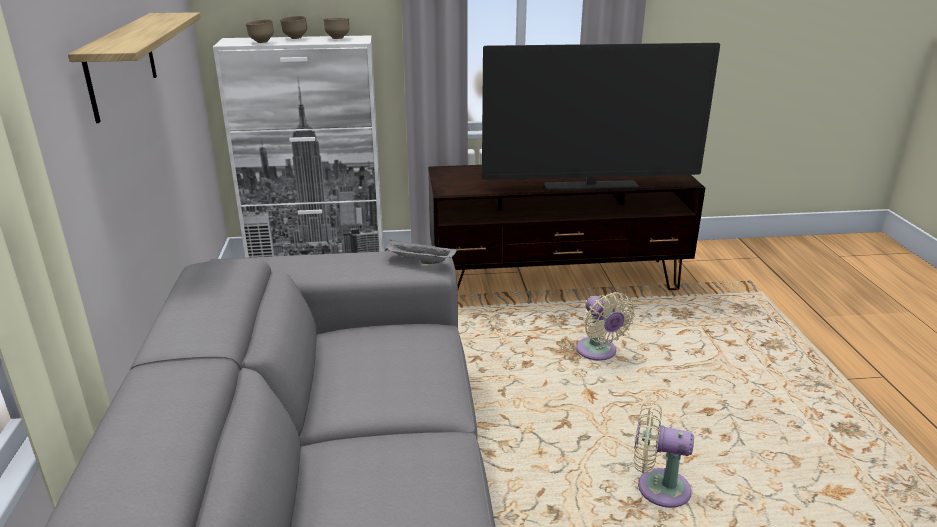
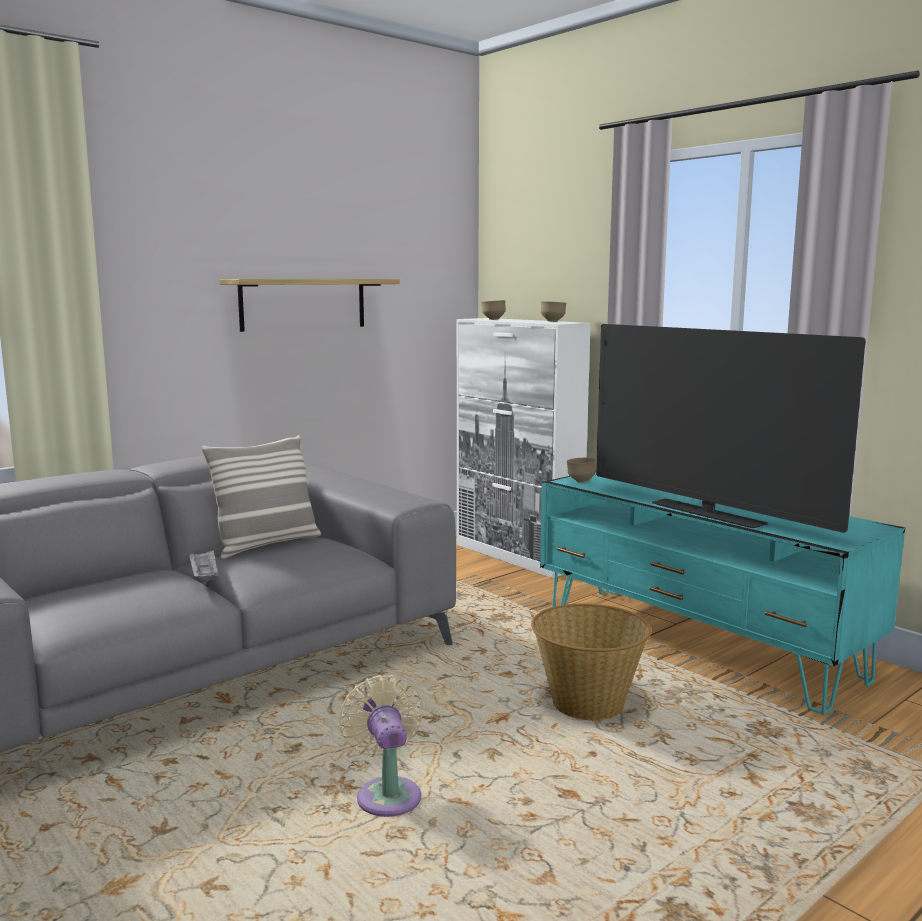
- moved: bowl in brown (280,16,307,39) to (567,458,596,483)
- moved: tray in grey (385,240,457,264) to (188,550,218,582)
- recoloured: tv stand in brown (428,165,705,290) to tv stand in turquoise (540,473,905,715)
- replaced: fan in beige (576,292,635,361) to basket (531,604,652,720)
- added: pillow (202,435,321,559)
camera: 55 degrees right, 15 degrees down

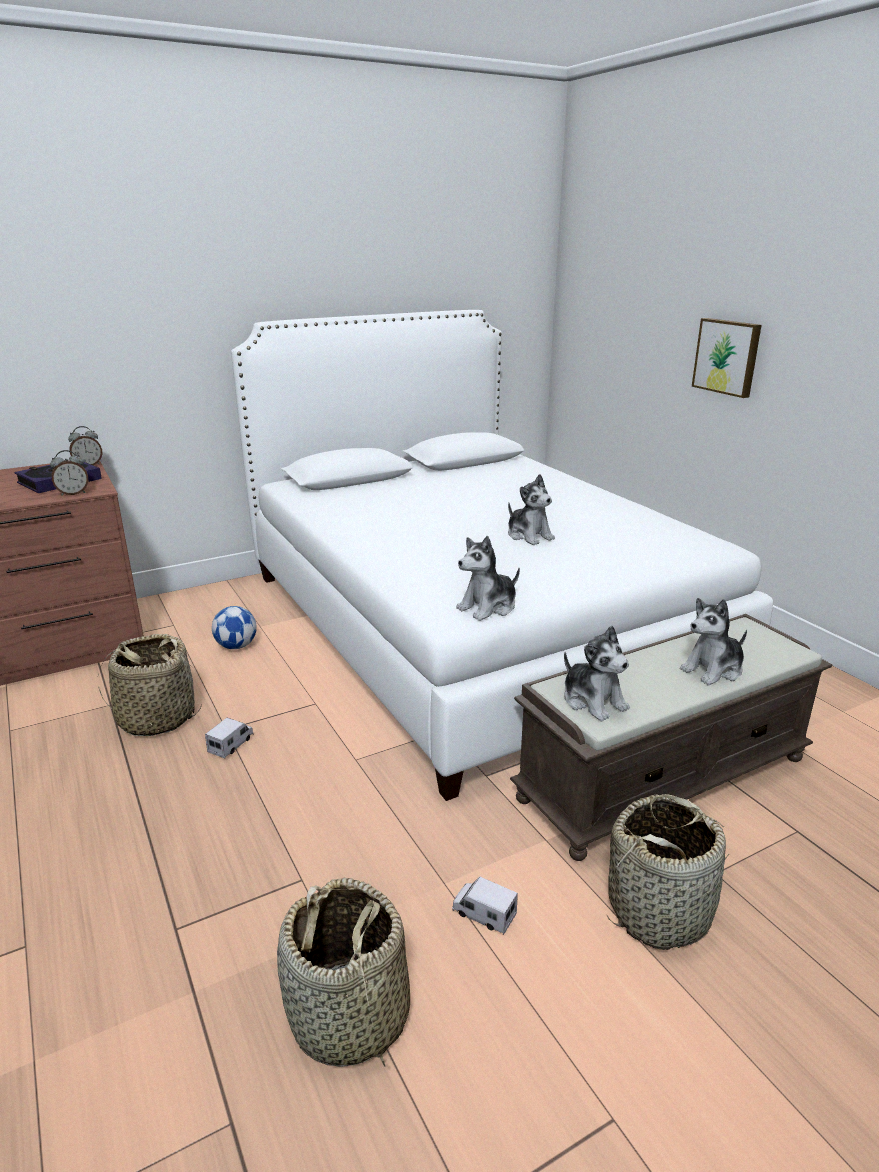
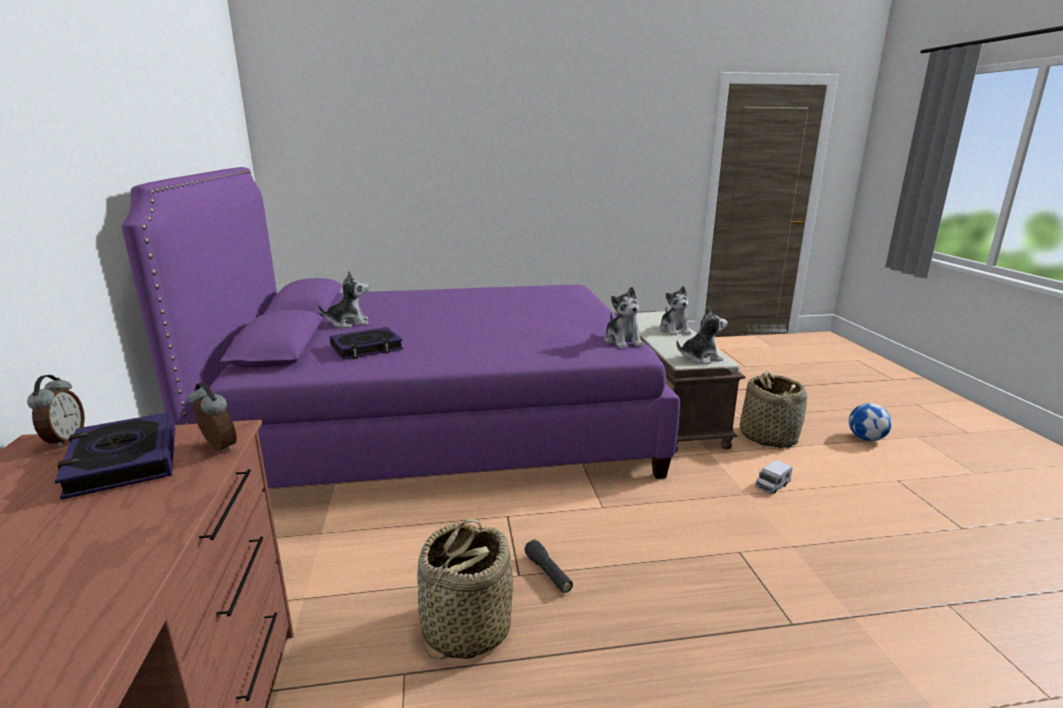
- turned: alarm clock (50,450,88,496) = (188,382,237,452) 45 degrees counterclockwise
- replaced: toy truck (205,718,253,758) to flashlight in black (524,540,573,593)
- moved: football (212,606,257,649) to (849,403,892,441)
- recoloured: bed in white (231,310,773,801) to bed in purple (122,167,680,488)
- removed: basket (277,878,410,1067)
- moved: plush toy (508,474,555,545) to (318,271,369,328)
- removed: picture (692,318,762,398)
- added: book (330,327,403,360)
camera: 70 degrees left, 5 degrees down

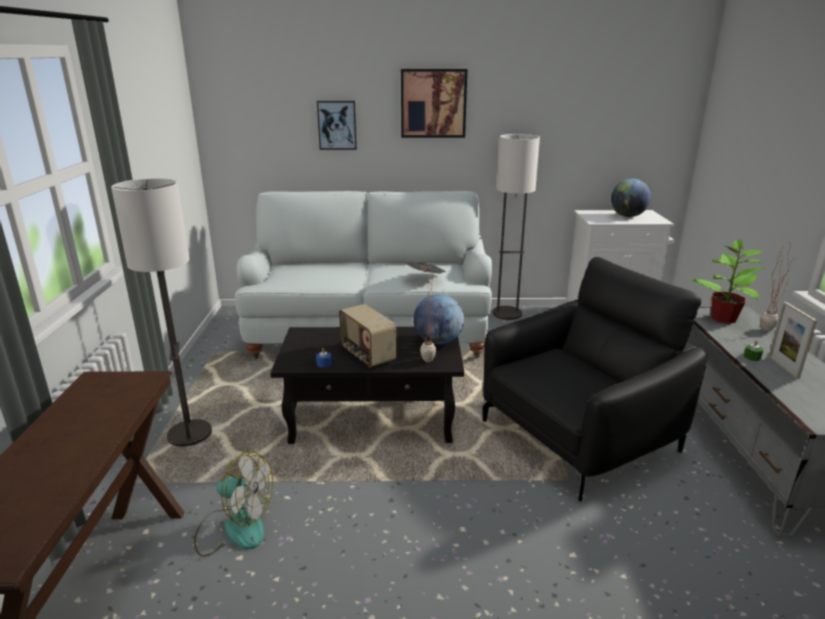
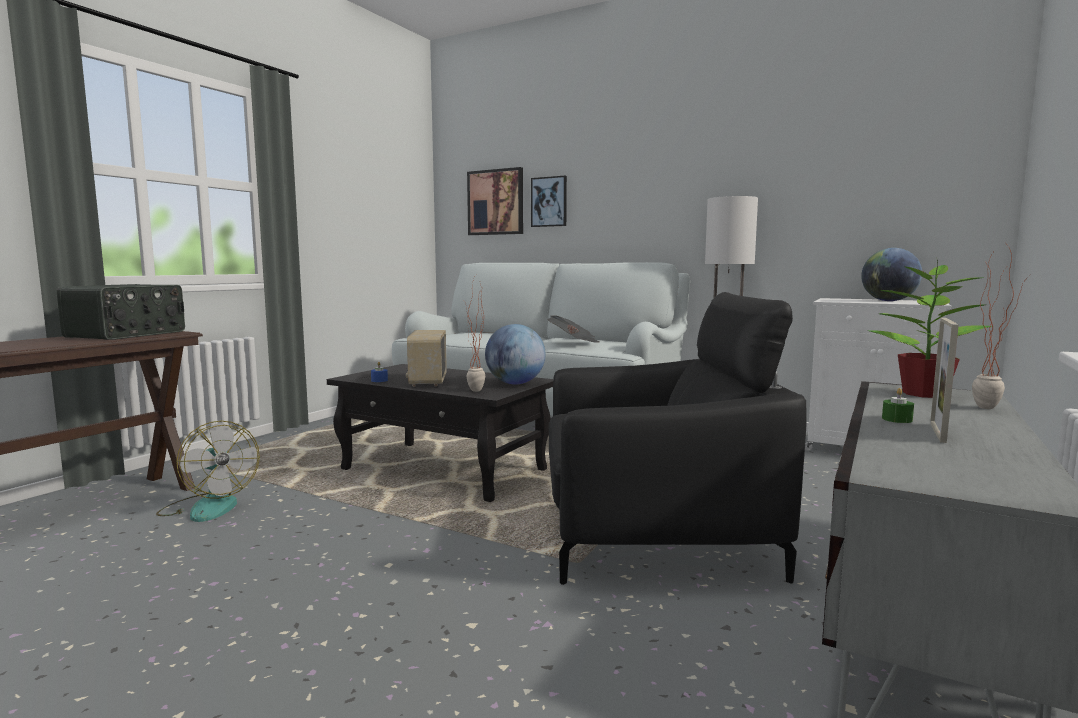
- removed: floor lamp (111,178,212,447)
- moved: picture (401,69,467,138) to (467,167,523,235)
- added: radio (57,284,185,340)
camera: 30 degrees right, 15 degrees down

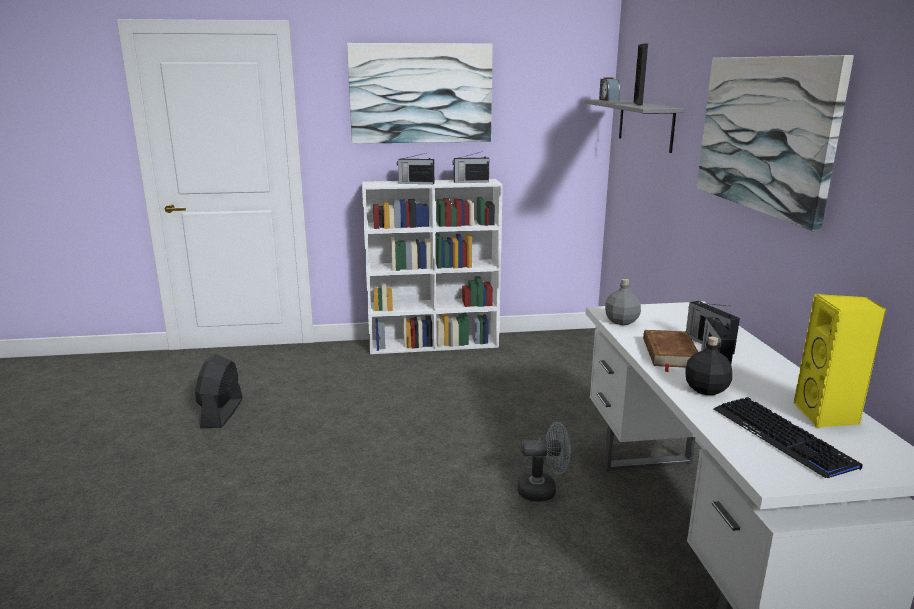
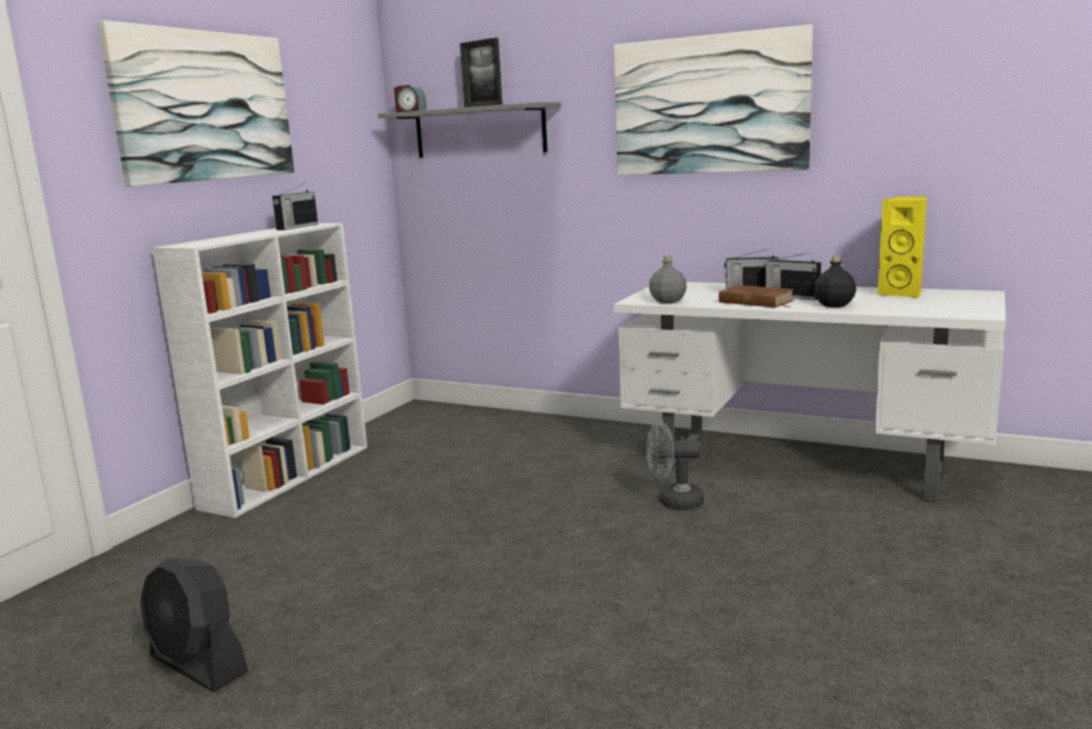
- removed: radio (397,152,434,184)
- turned: fan in grey (517,422,571,502) = (646,421,704,510) 120 degrees counterclockwise
- removed: keyboard (714,397,863,478)
camera: 55 degrees left, 5 degrees down

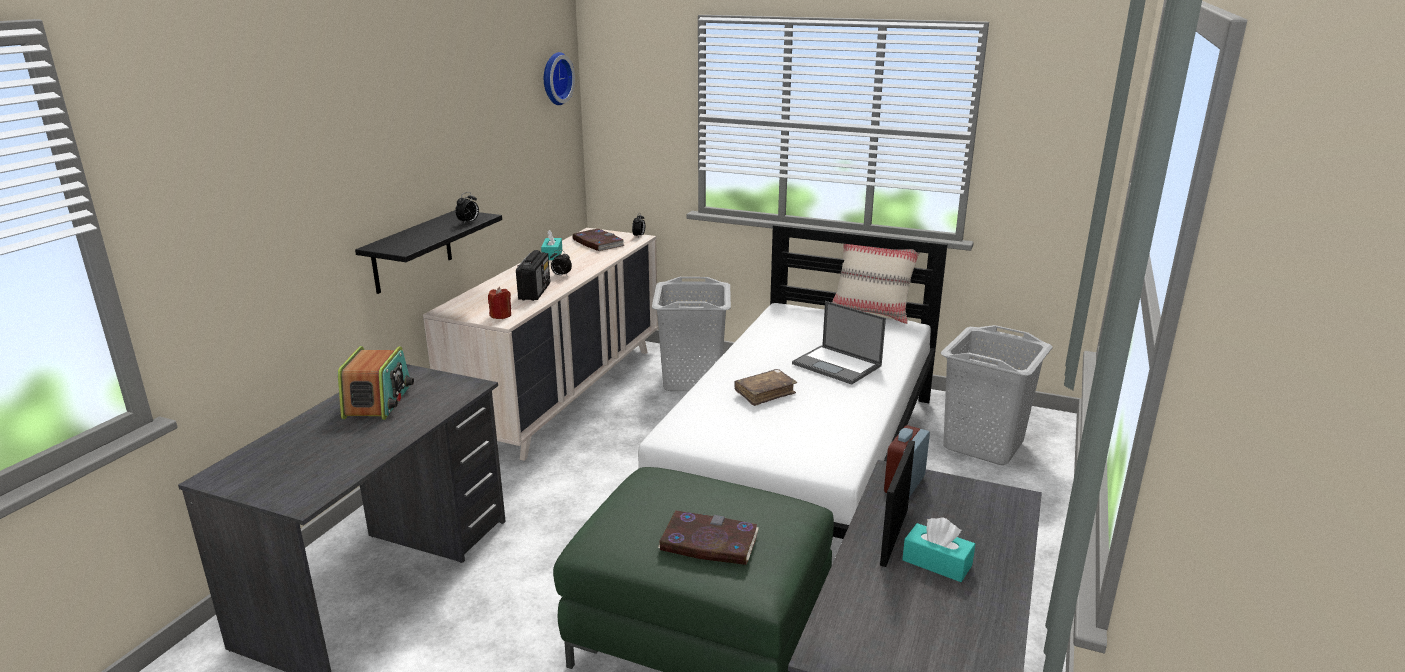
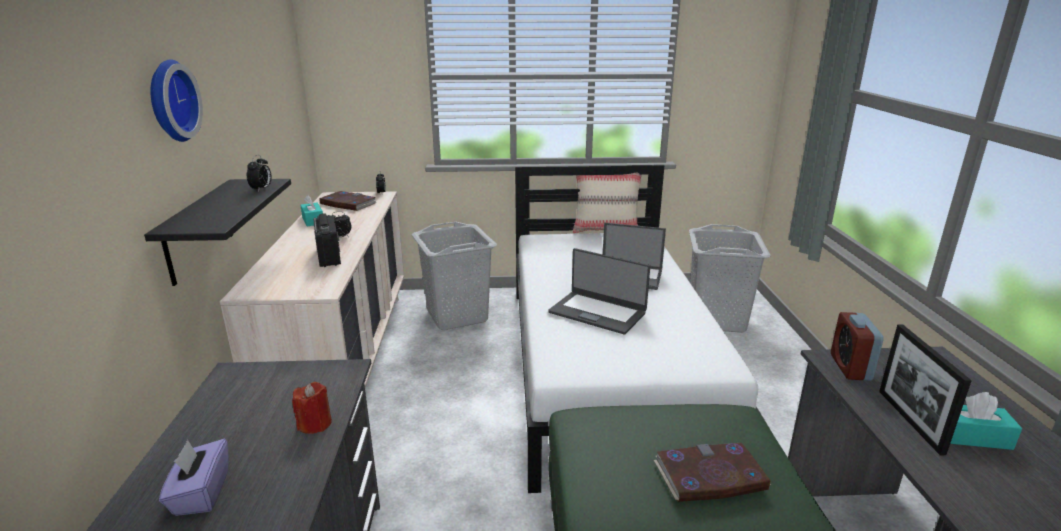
- removed: radio (338,346,414,420)
- moved: candle in red (488,287,511,319) to (292,382,332,434)
- moved: wall clock (544,52,575,105) to (150,59,203,142)
- replaced: book in brown (734,369,797,406) to laptop (548,248,650,335)
- added: tissue box in purple (159,439,229,516)
camera: 25 degrees left, 0 degrees up

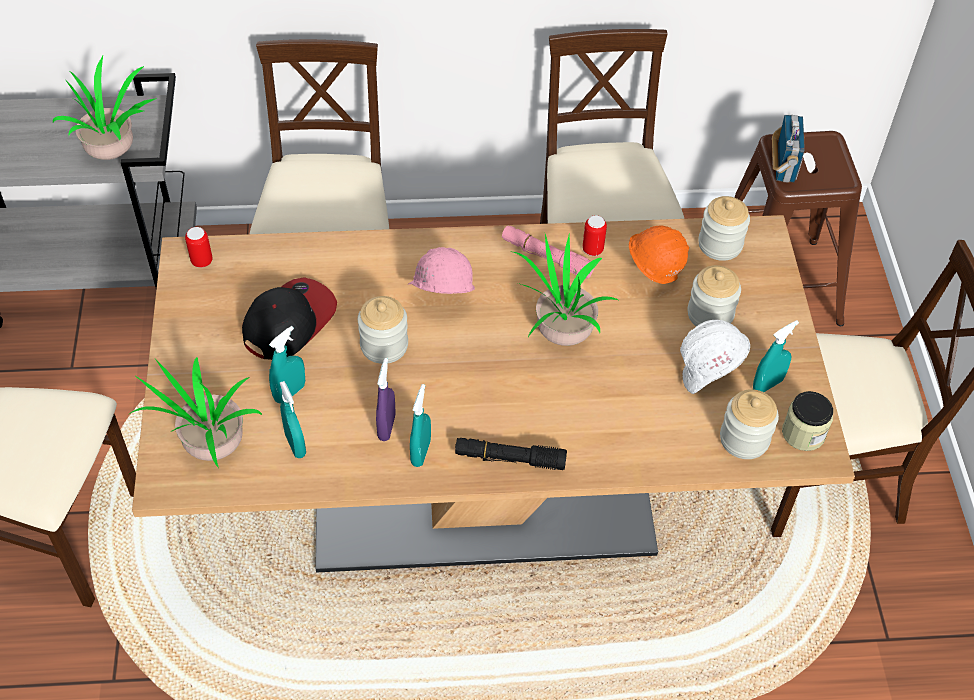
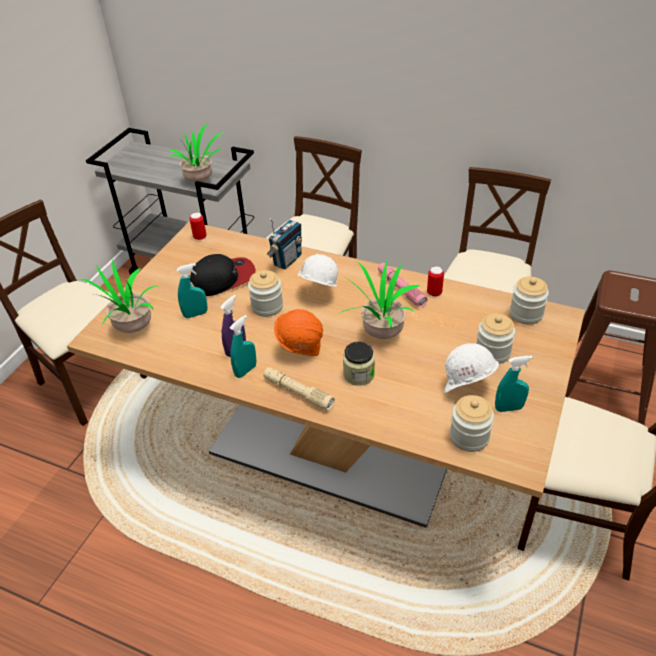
- removed: spray bottle in turquoise (280,381,306,458)
- recoloured: hard hat in pink (408,247,475,294) to hard hat in white (298,254,338,287)
- recoloured: flashlight in black (455,438,567,470) to flashlight in beige (263,367,335,411)
- moved: hard hat in orange (629,226,689,284) to (274,309,323,356)
- moved: radio (772,115,805,183) to (267,218,302,269)
- moved: jar (782,391,833,451) to (343,342,375,386)
camera: 30 degrees right, 10 degrees down

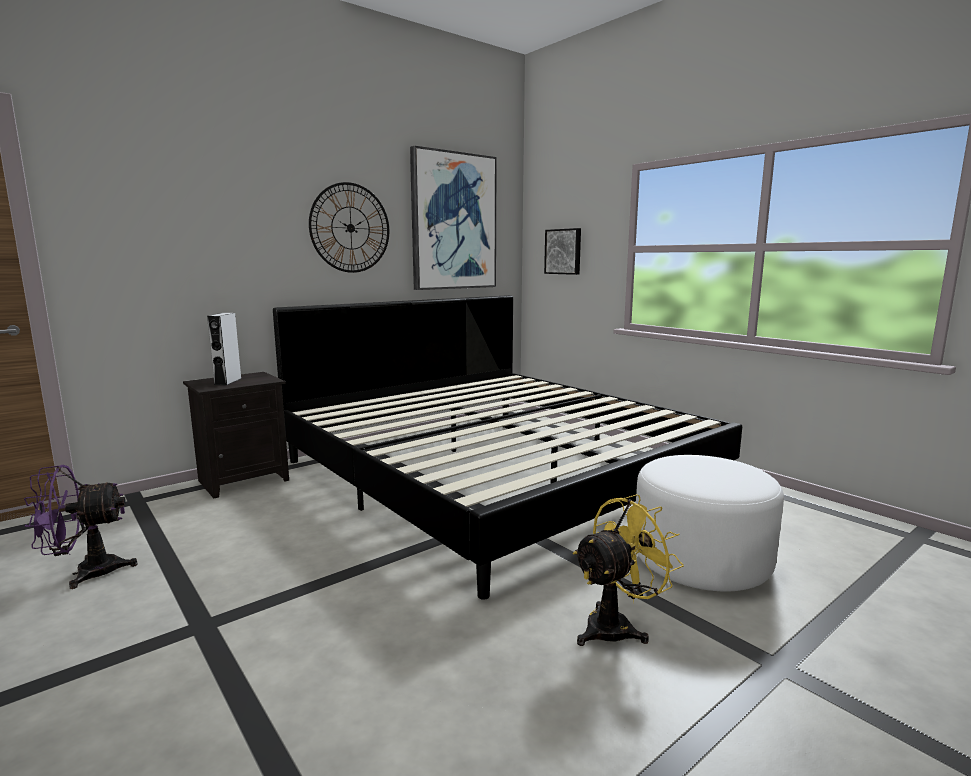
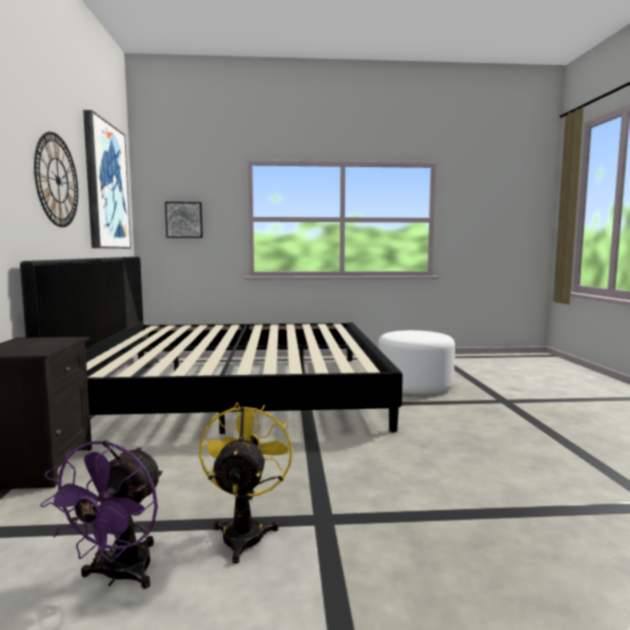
- removed: speaker in grey (207,313,242,385)
- moved: fan in yellow (573,494,684,646) to (199,403,293,564)
camera: 55 degrees left, 5 degrees down

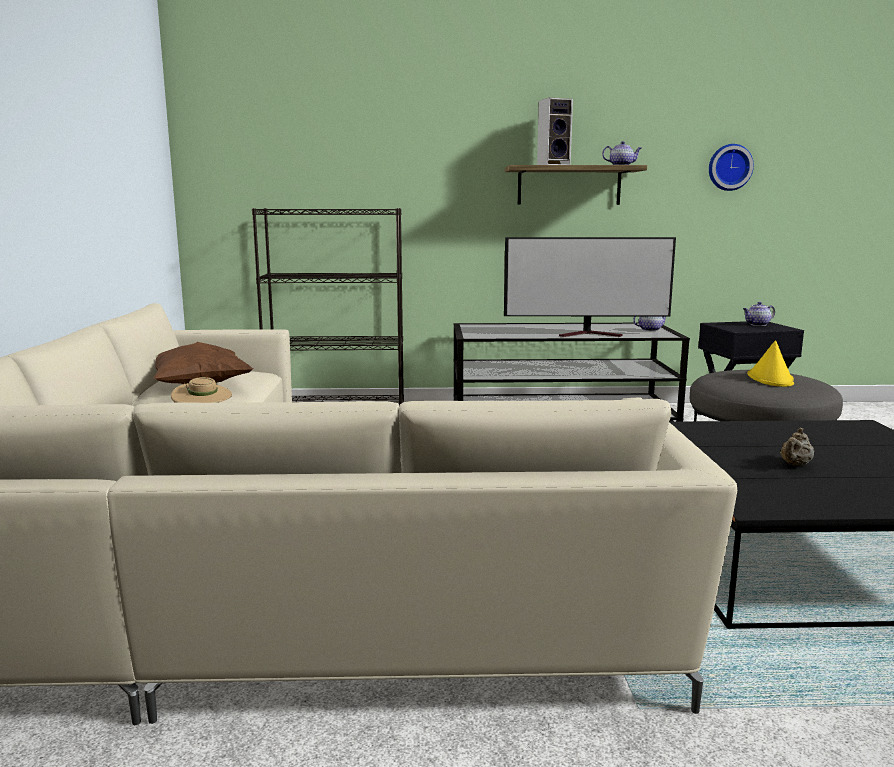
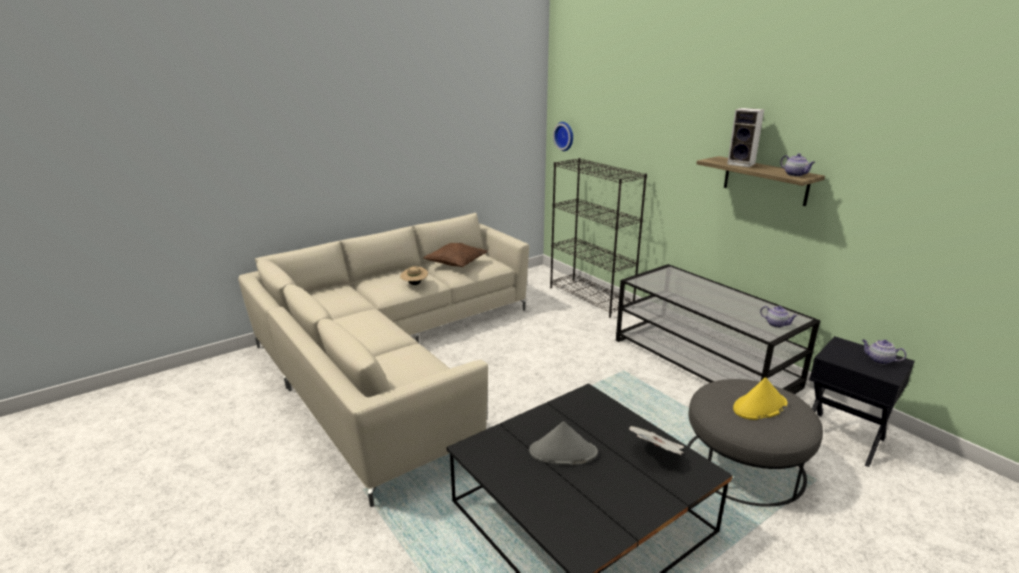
- removed: television (504,237,676,337)
- moved: wall clock (709,144,754,191) to (553,122,573,151)
- replaced: teapot in beige (780,428,814,466) to hat in grey (529,421,598,465)
- added: newspaper (629,426,684,455)
camera: 55 degrees right, 10 degrees up

